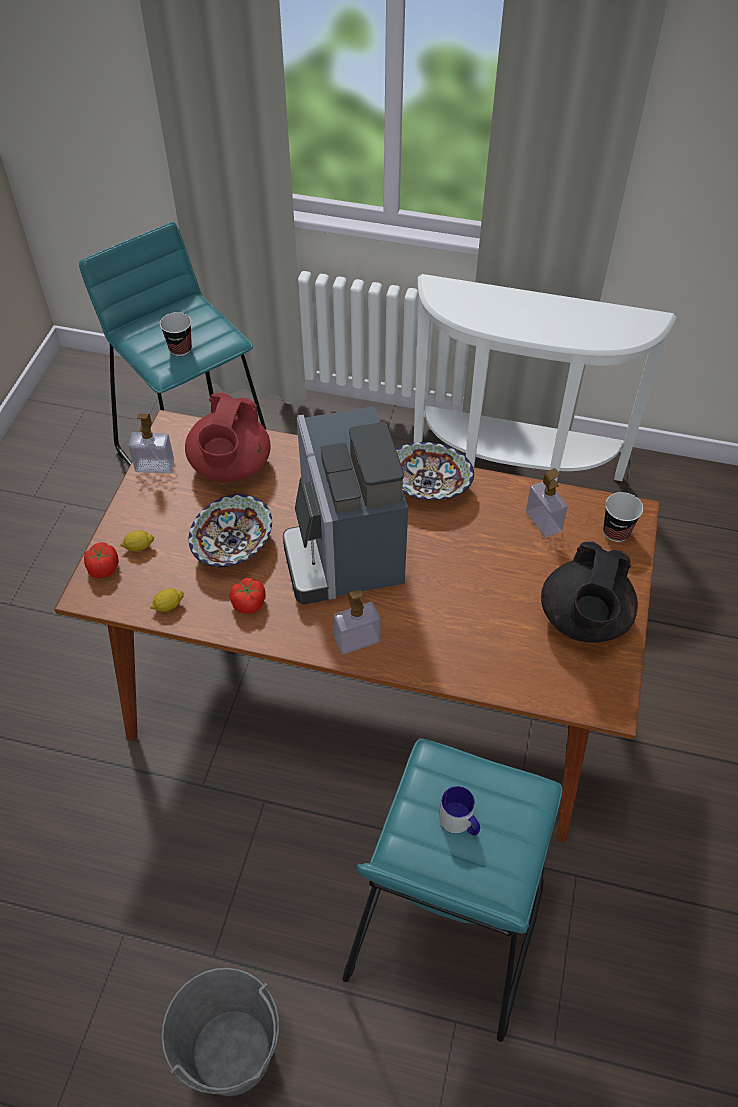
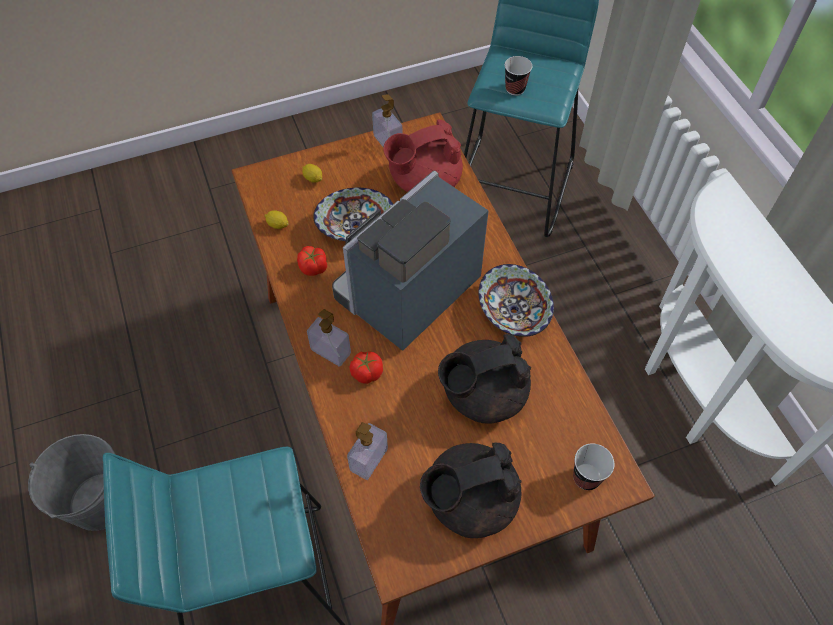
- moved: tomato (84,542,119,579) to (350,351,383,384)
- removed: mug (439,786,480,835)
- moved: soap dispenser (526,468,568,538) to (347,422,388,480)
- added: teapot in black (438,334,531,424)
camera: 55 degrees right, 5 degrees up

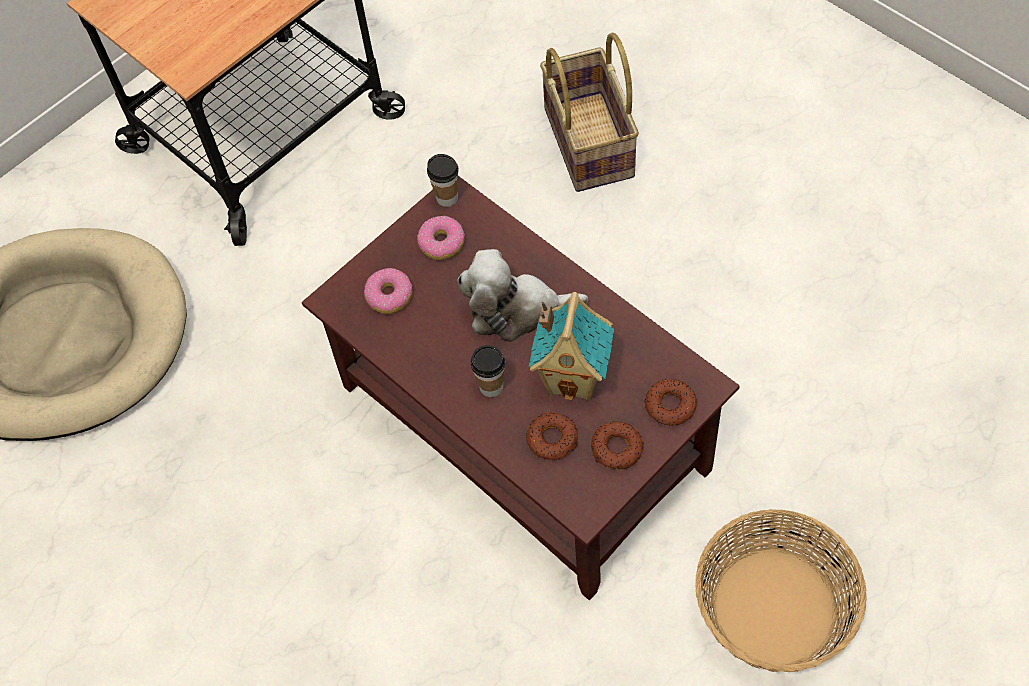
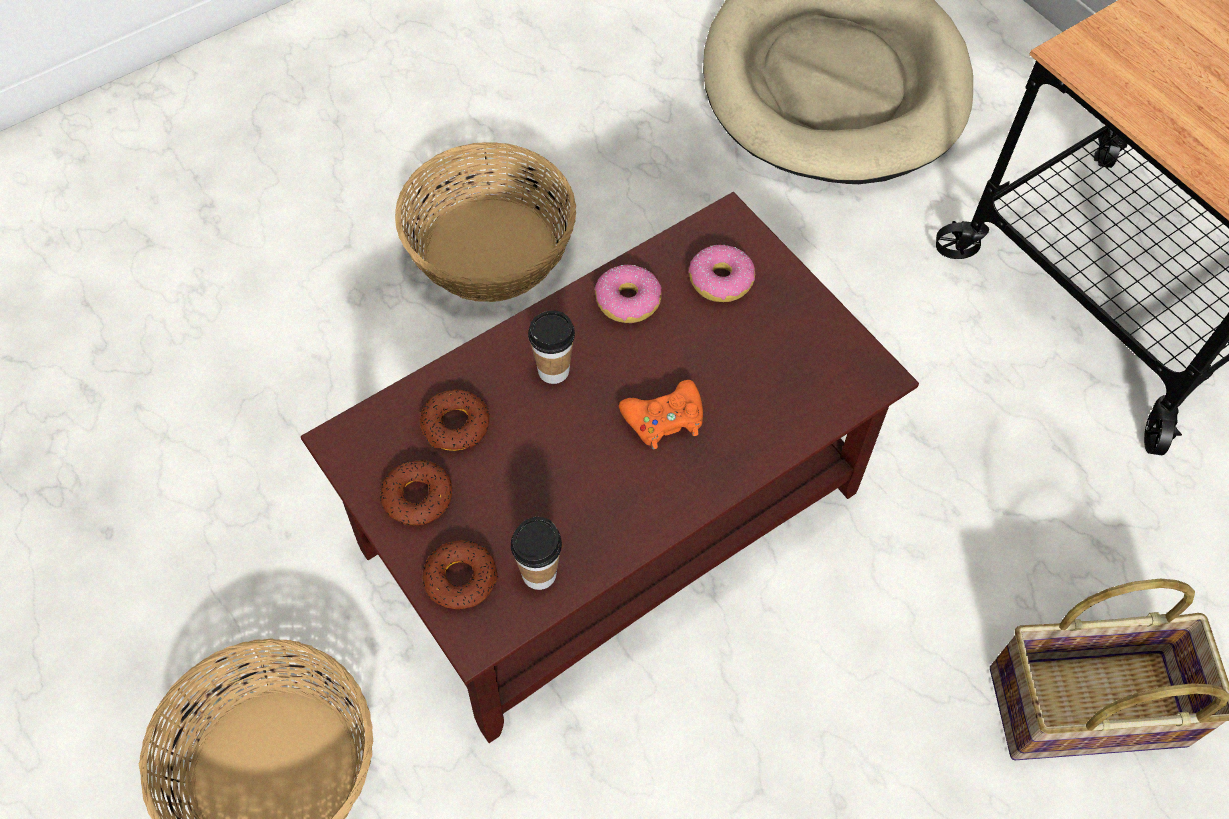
- moved: donut (417,216,465,260) to (594,265,662,323)
- moved: cup (427,154,459,207) to (511,517,562,590)
- replaced: plush toy (457,249,588,342) to game controller in orange (619,380,703,449)
- removed: toy house (529,292,614,401)
- added: basket (395,142,576,302)
camera: 95 degrees right, 0 degrees up

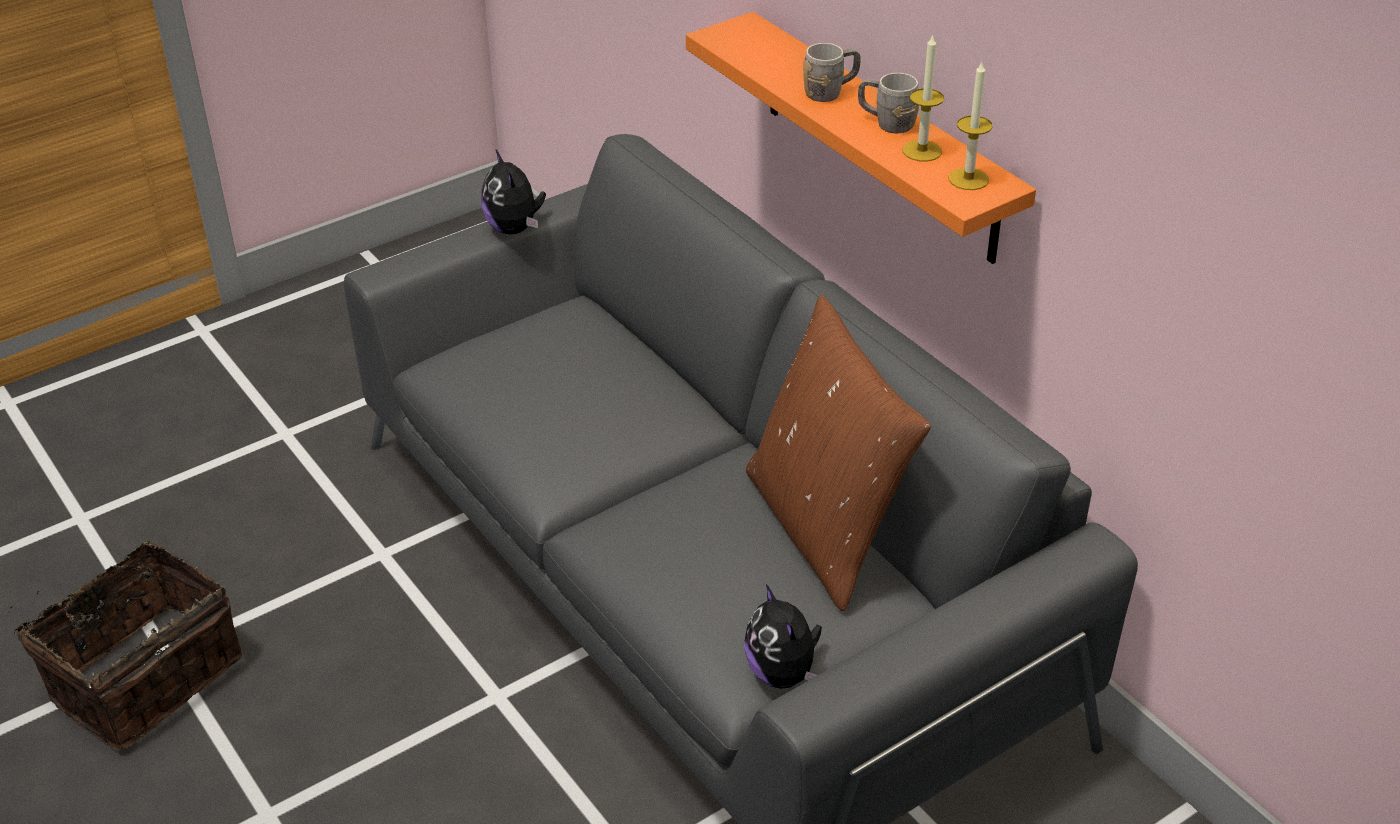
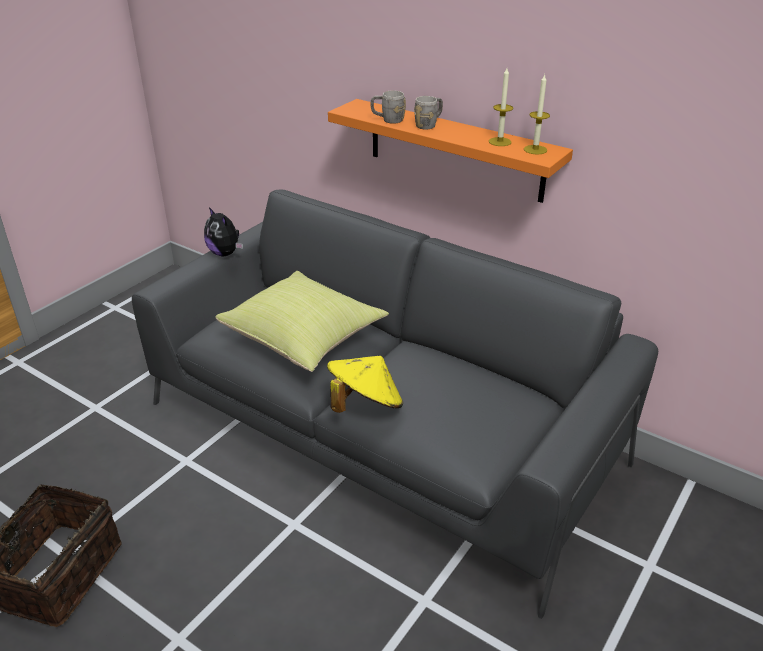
- removed: plush toy (744,584,822,689)
- removed: pillow in brown (746,295,931,611)
- moved: mug in grey (858,73,919,133) to (371,90,406,124)
- added: pillow in yellow (215,271,389,372)
- added: hat in yellow (327,356,403,413)
camera: 20 degrees left, 5 degrees down

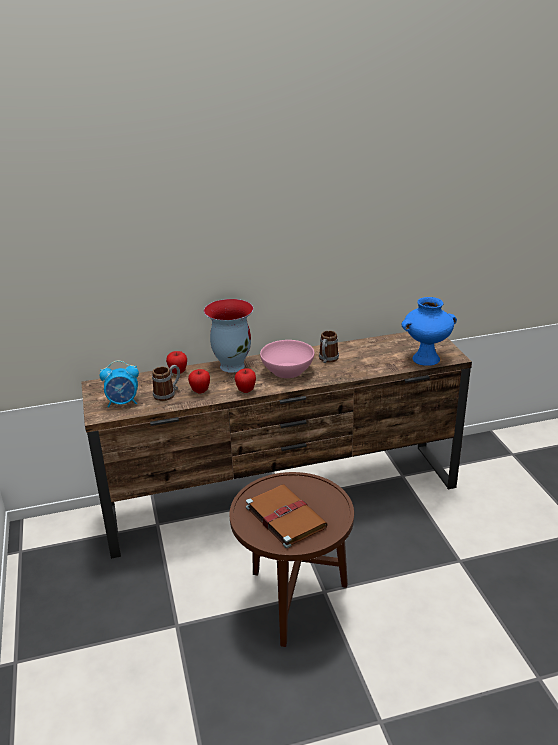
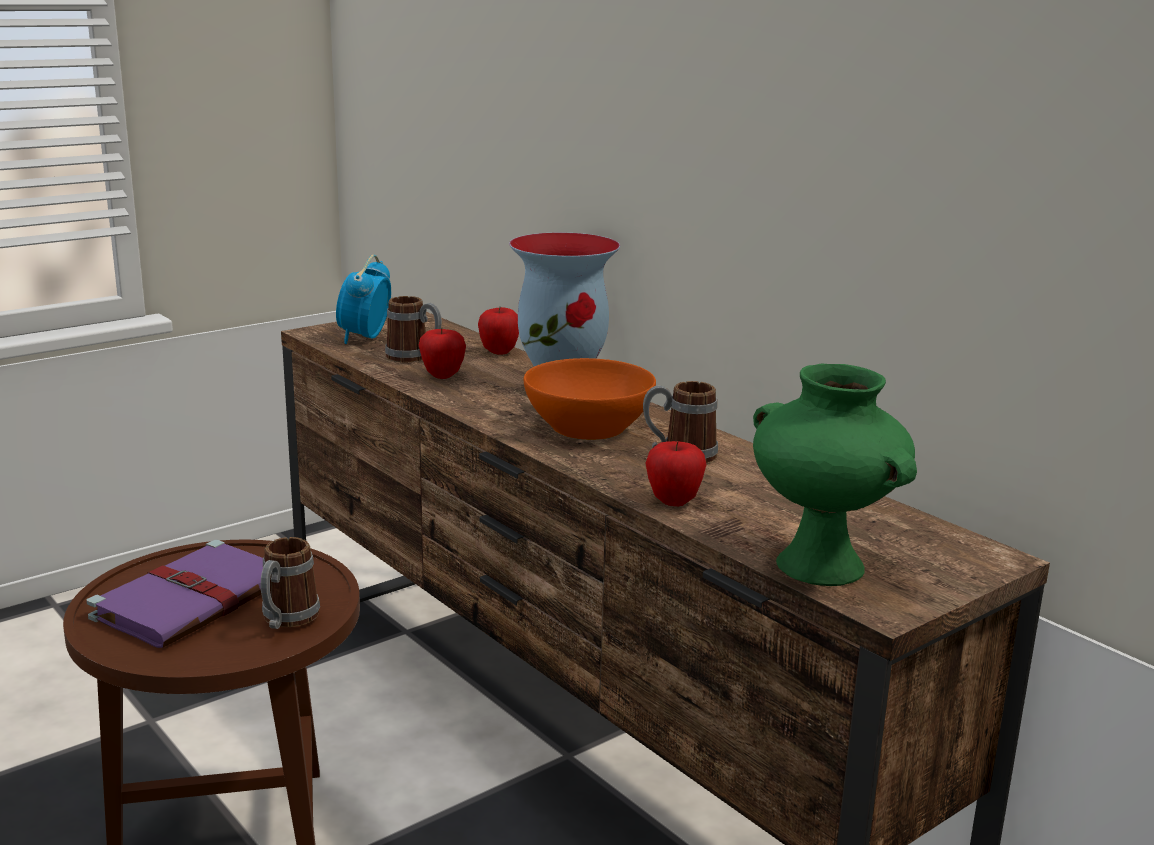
- turned: alarm clock (100,361,139,408) = (336,255,391,344) 45 degrees clockwise
- moved: apple (235,368,256,393) to (646,441,707,506)
- recoloured: book in brown (246,484,328,548) to book in purple (86,540,263,648)
- recoloured: bowl in pink (260,340,314,378) to bowl in orange (524,358,656,440)
- recoloured: vase in blue (401,297,457,366) to vase in green (753,363,917,586)
- added: mug (261,537,320,629)
camera: 65 degrees right, 10 degrees down

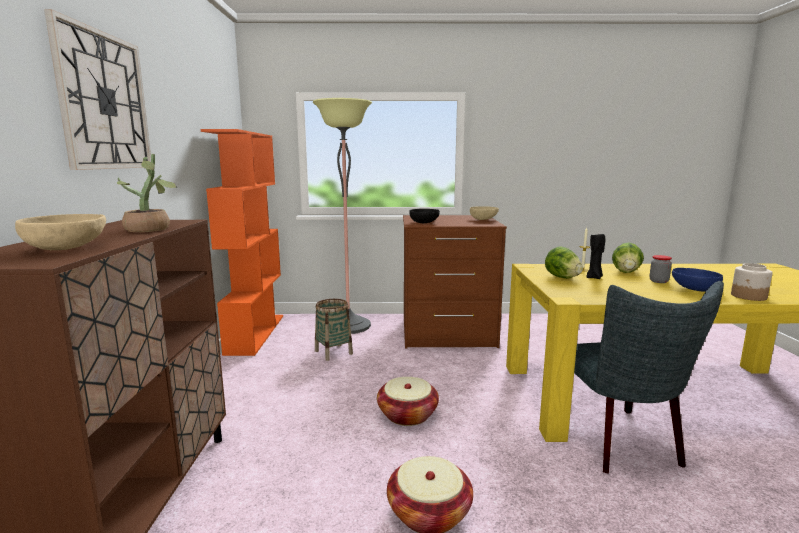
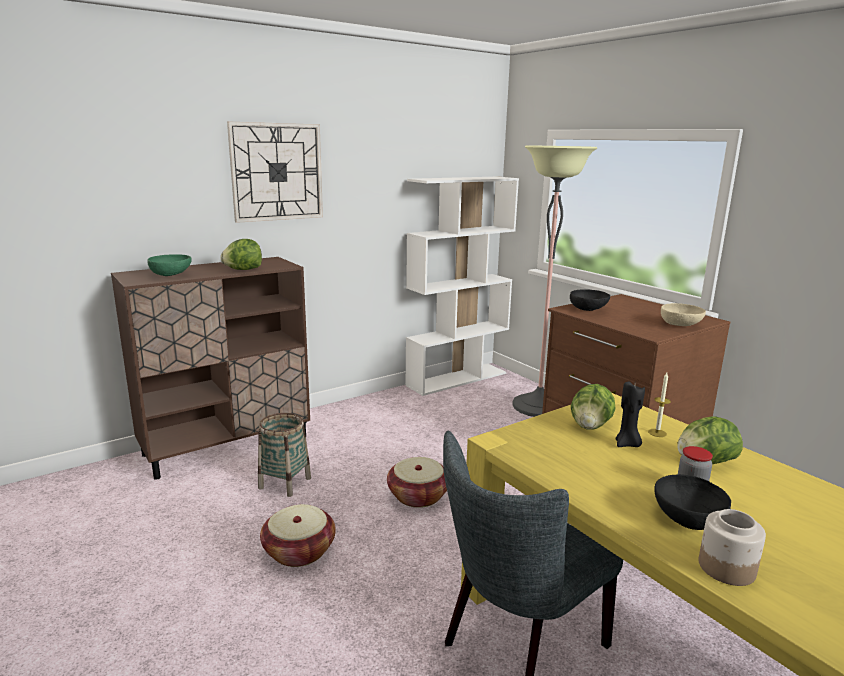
- recoloured: bowl in beige (15,214,106,250) to bowl in green (147,254,192,276)
- replaced: potted plant (117,154,177,232) to lettuce (220,239,262,270)
- recoloured: bookcase in orange (201,129,283,356) to bookcase in white (405,176,519,396)
- moved: basket (315,299,353,361) to (258,413,311,497)
- recoloured: bowl in blue (672,268,723,291) to bowl in black (654,474,731,530)
camera: 55 degrees right, 5 degrees up

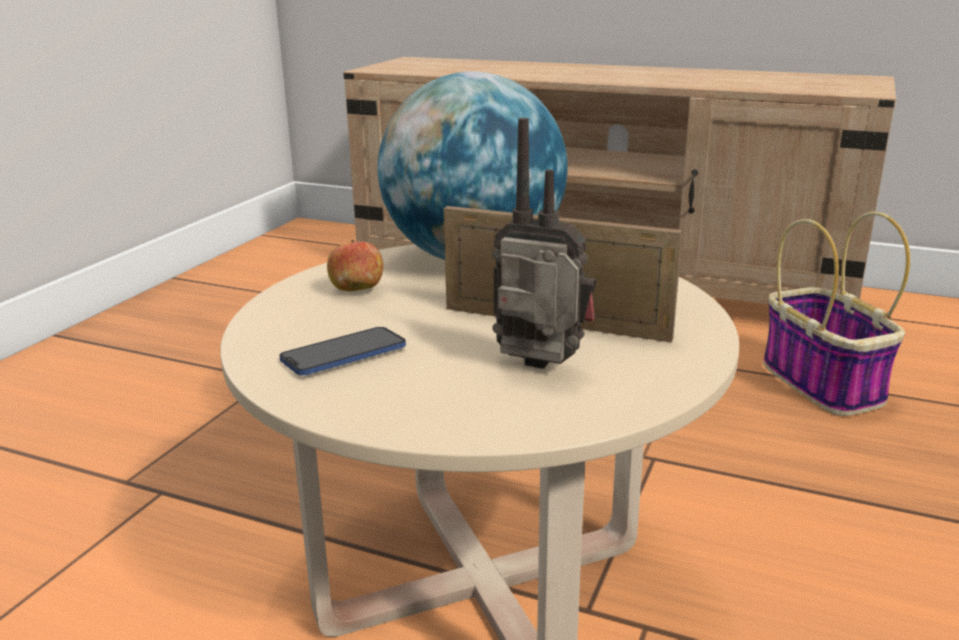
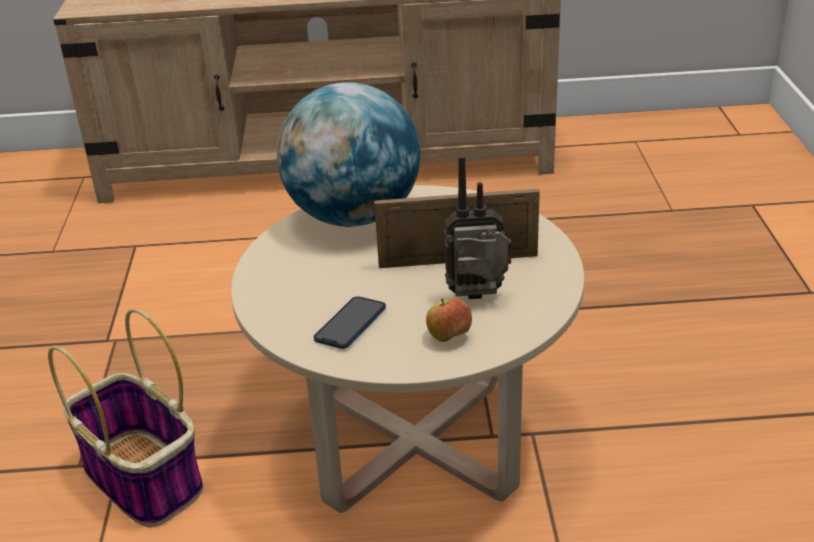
- moved: apple (327,240,383,292) to (426,298,472,342)
- moved: basket (763,211,910,416) to (48,308,203,528)
camera: 25 degrees left, 10 degrees up

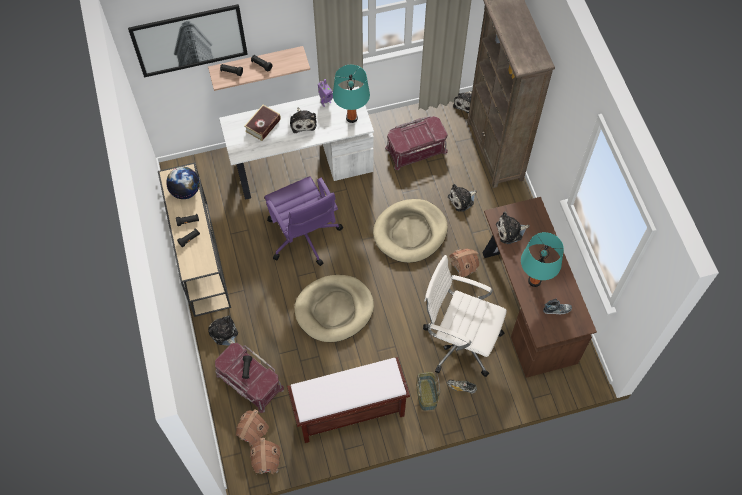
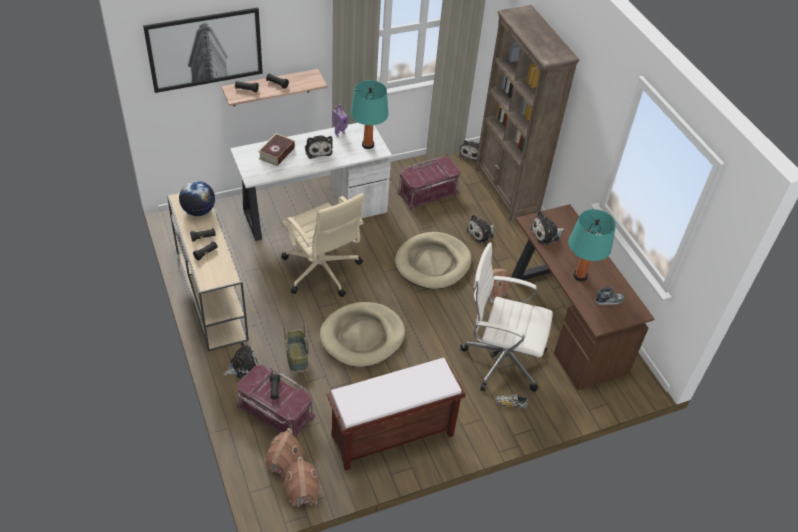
- turned: plush toy (208,315,238,346) = (223,342,258,378) 105 degrees clockwise
- recoloured: office chair in purple (264,176,343,266) to office chair in beige (281,193,365,297)
- moved: basket (417,372,440,411) to (284,323,309,371)
camera: 10 degrees left, 15 degrees down

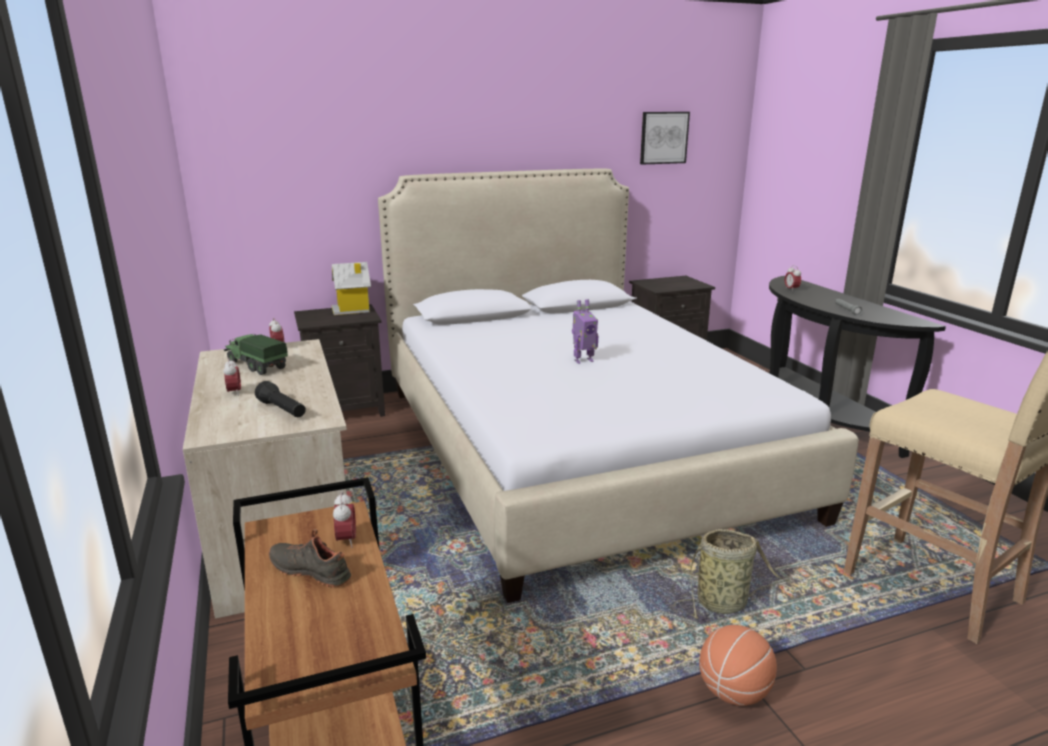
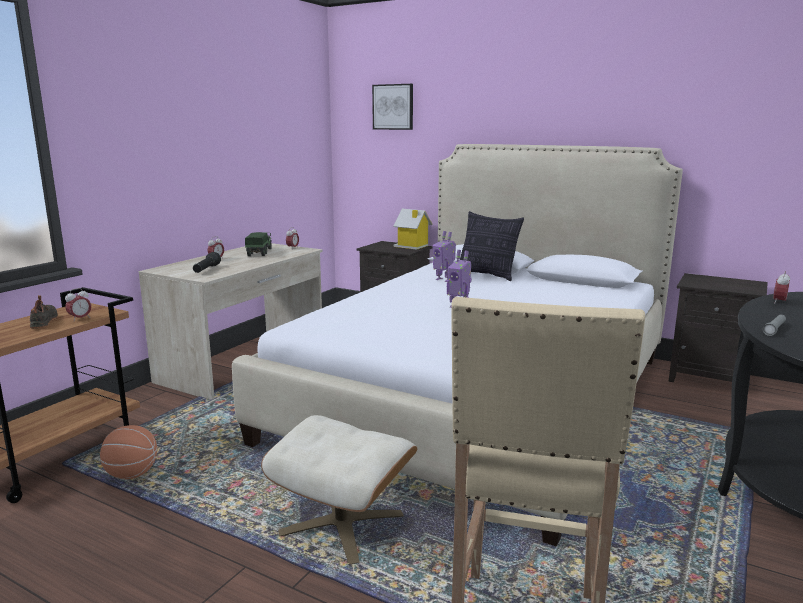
- moved: picture (640,112,690,165) to (372,84,413,130)
- replaced: basket (673,529,790,619) to ottoman in beige (261,415,417,564)
- moved: basketball (699,625,777,706) to (100,425,157,479)
- added: toy robot (433,231,456,282)
- added: pillow (460,211,524,281)
camera: 50 degrees right, 5 degrees down

